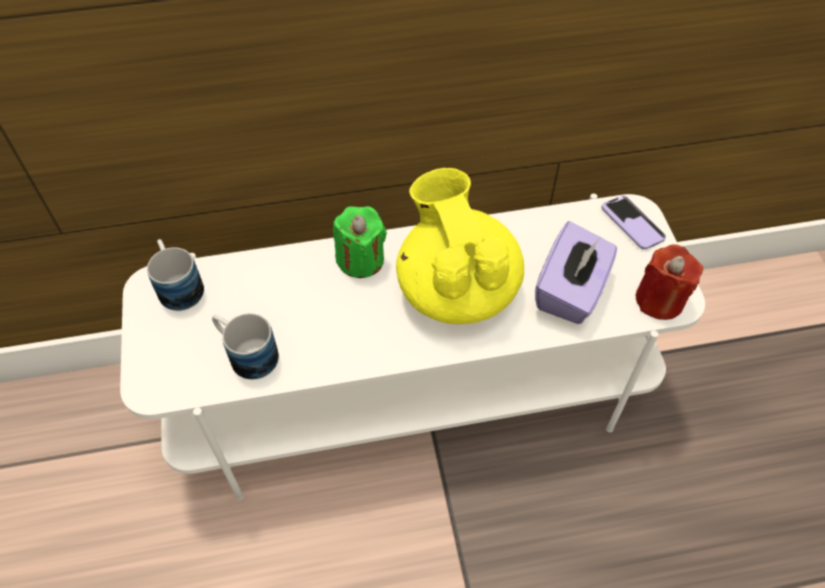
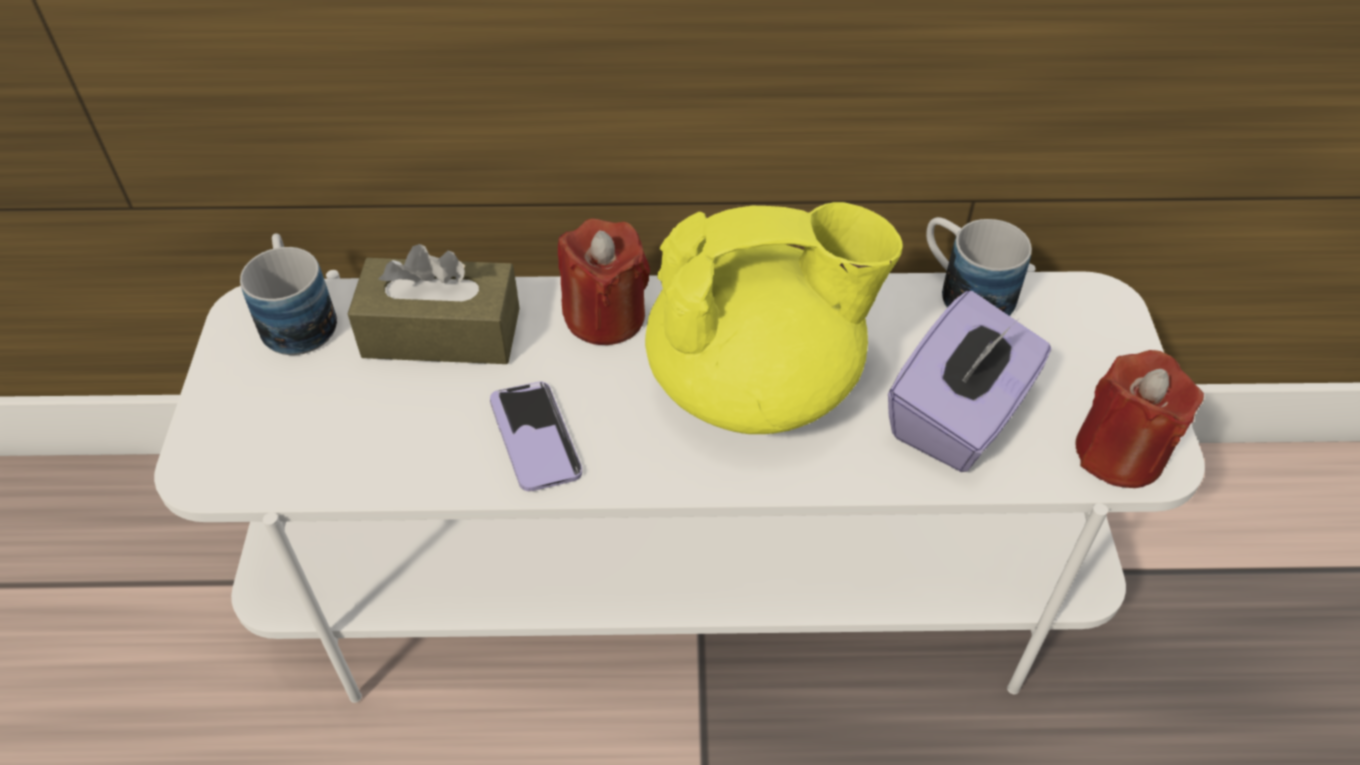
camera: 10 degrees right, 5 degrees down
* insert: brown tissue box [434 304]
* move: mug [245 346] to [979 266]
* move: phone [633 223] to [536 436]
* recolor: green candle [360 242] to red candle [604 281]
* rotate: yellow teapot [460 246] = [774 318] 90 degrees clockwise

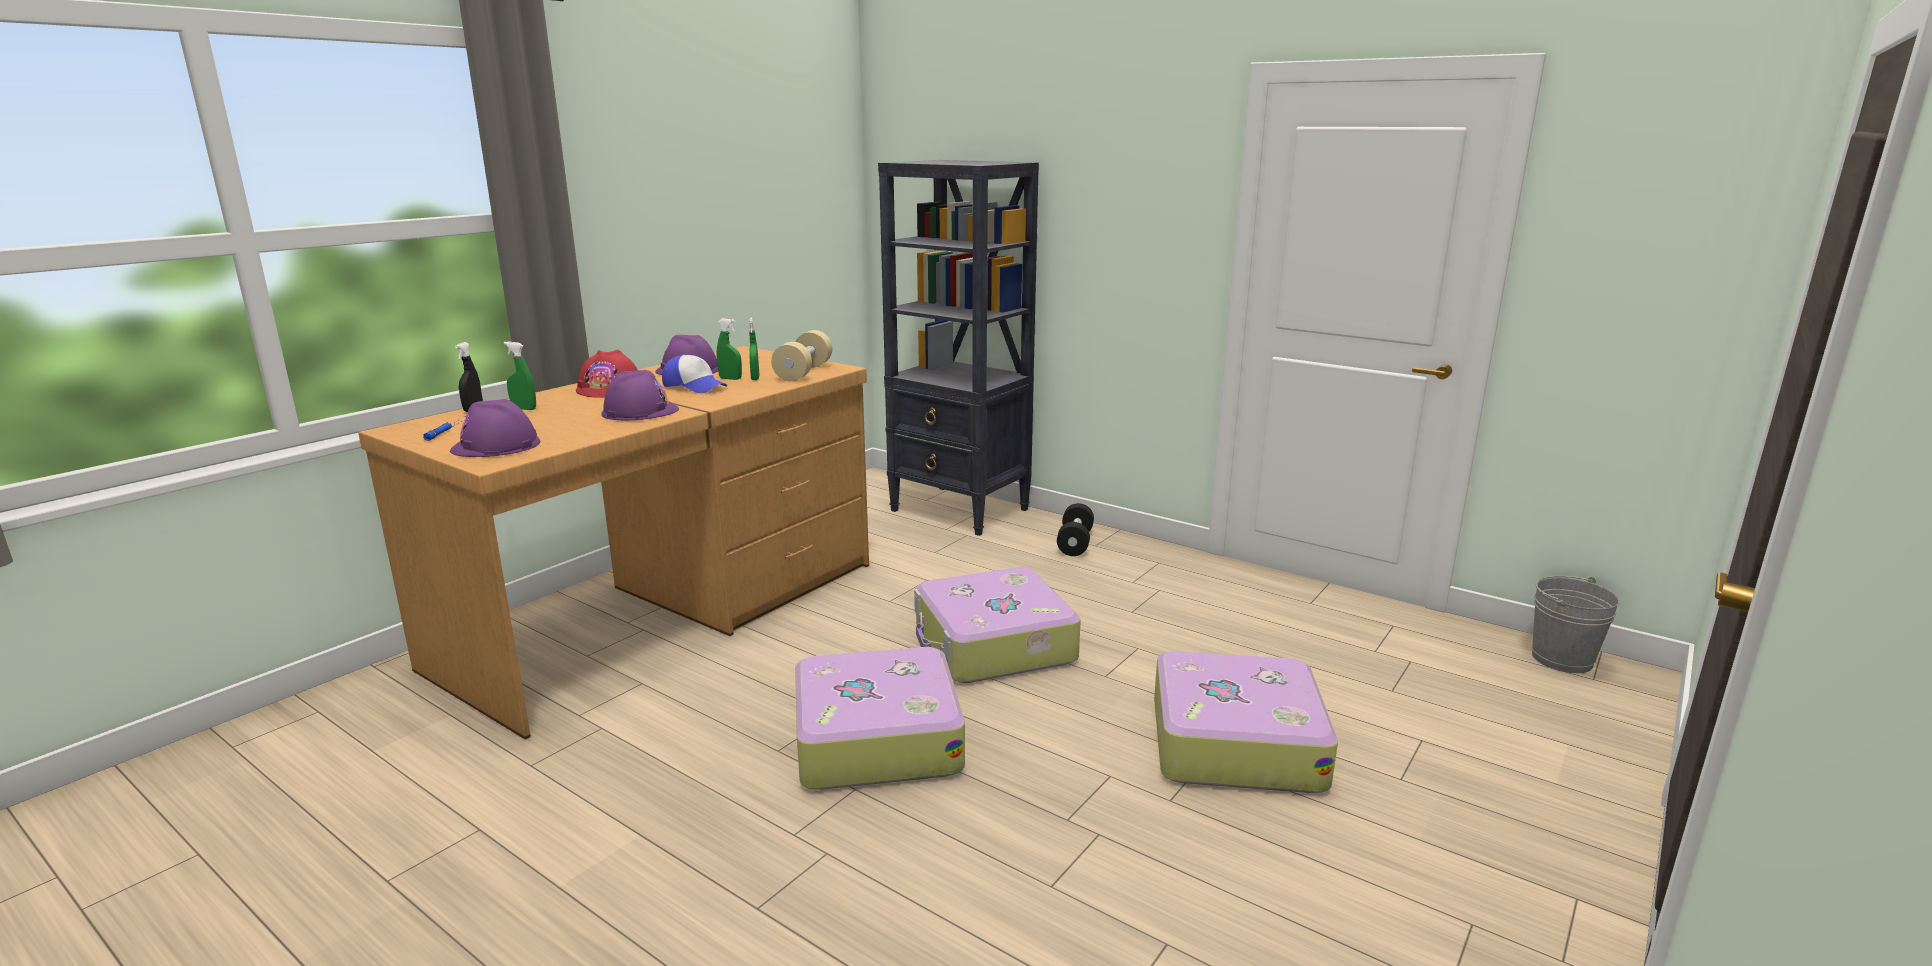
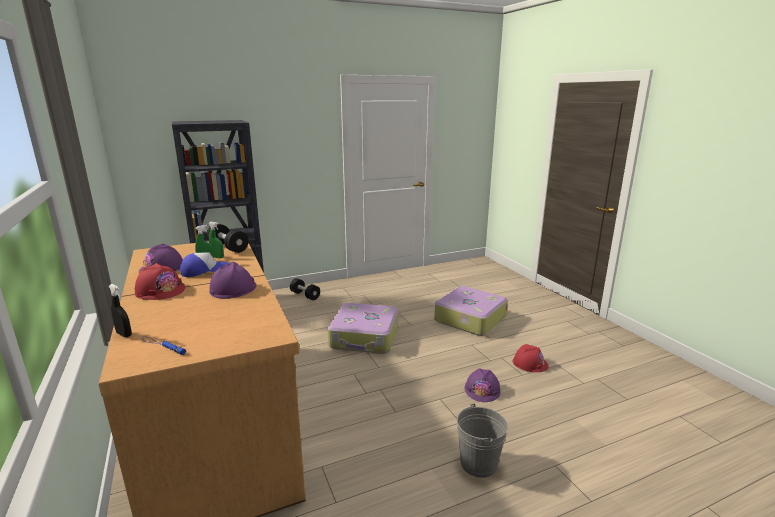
camera: 60 degrees left, 0 degrees up
* delete: green spray bottle [520 376]
* delete: suitcase [880 718]
* insert: red hard hat [530 358]
* move: purple hard hat [495 428] to [483 385]
* move: grey bucket [1576 624] to [482 441]
* recolor: beige dumbbell [801 356] to black dumbbell [227 238]

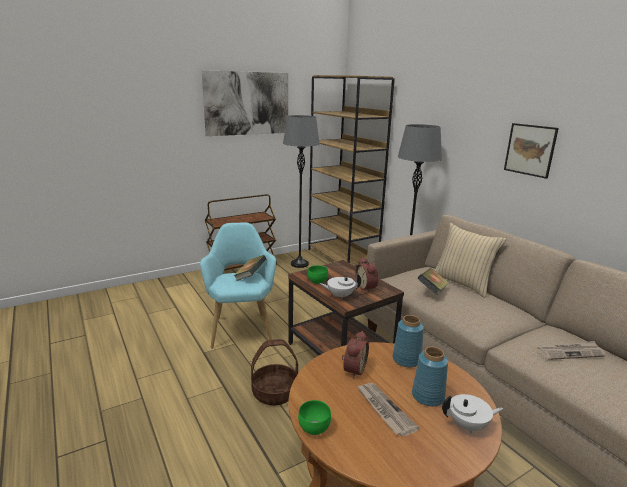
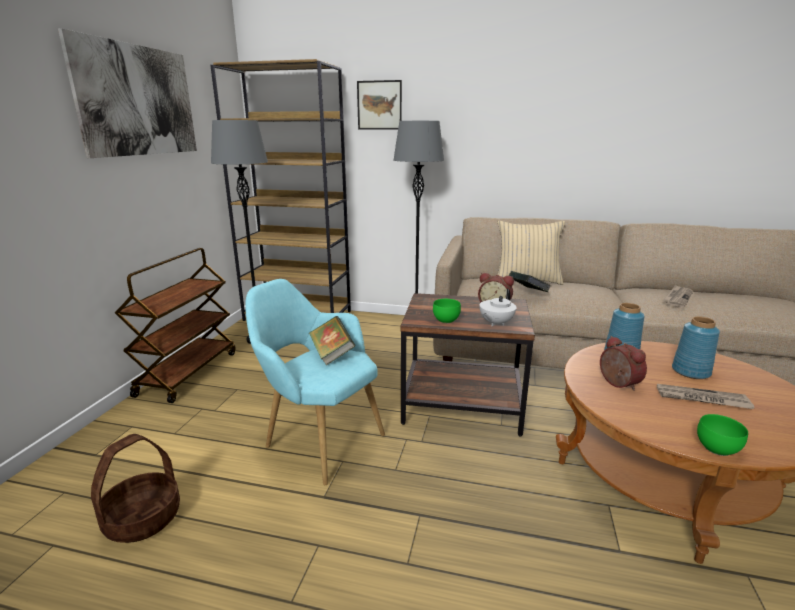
camera: 45 degrees left, 0 degrees up
* delete: white teapot [472 414]
* move: basket [274 372] to [135 488]
* move: picture [531 151] to [379 105]

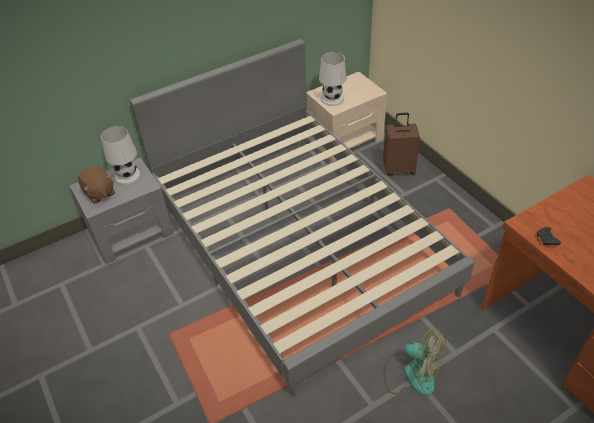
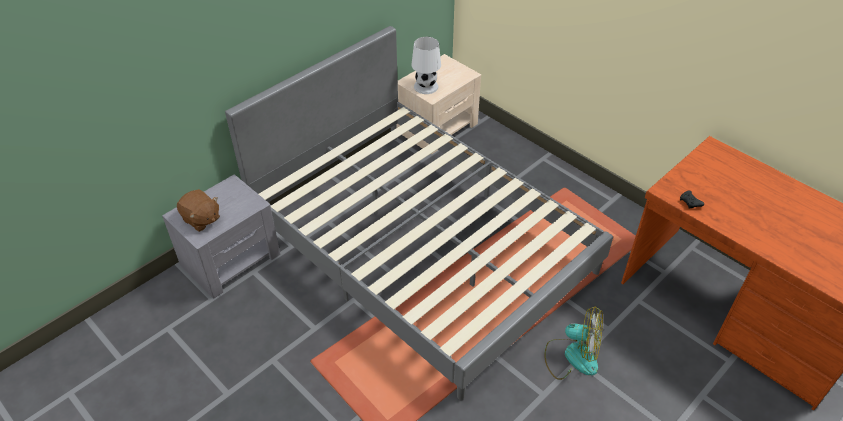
camera: 15 degrees left, 0 degrees up
* delete: white table lamp [121 155]
* delete: brown suitcase [401 144]

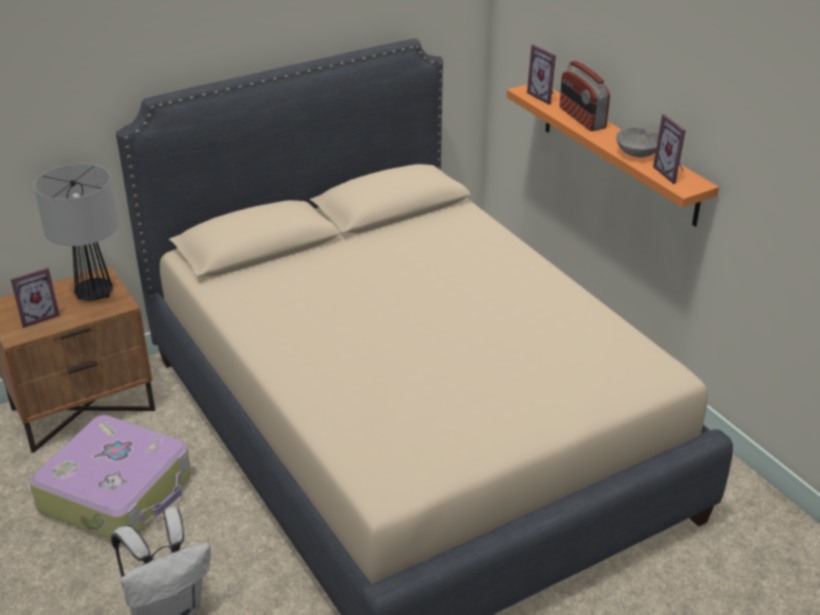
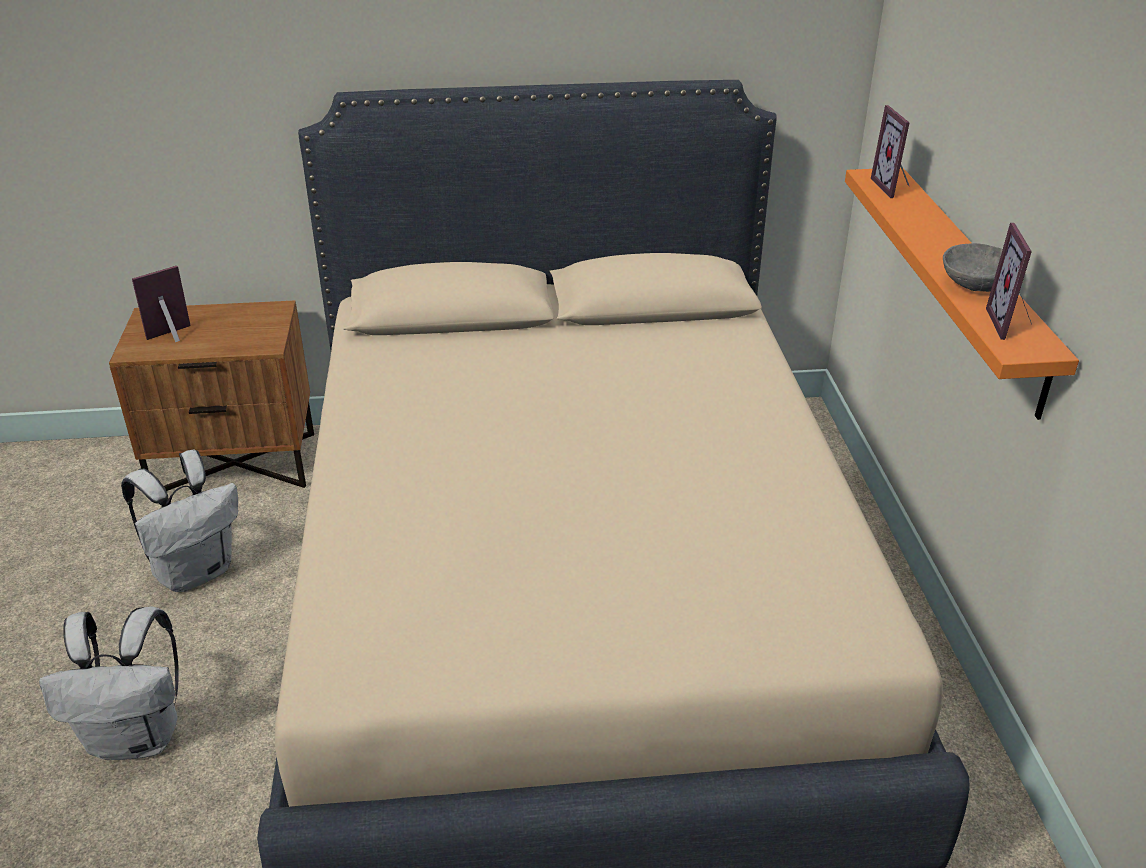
camera: 25 degrees right, 0 degrees up
* delete: table lamp [76 232]
* delete: radio [585 96]
* replace: suitcase [110 479] to white backpack [179 521]
* rotate: picture frame [35 298] = [161 304] 150 degrees clockwise

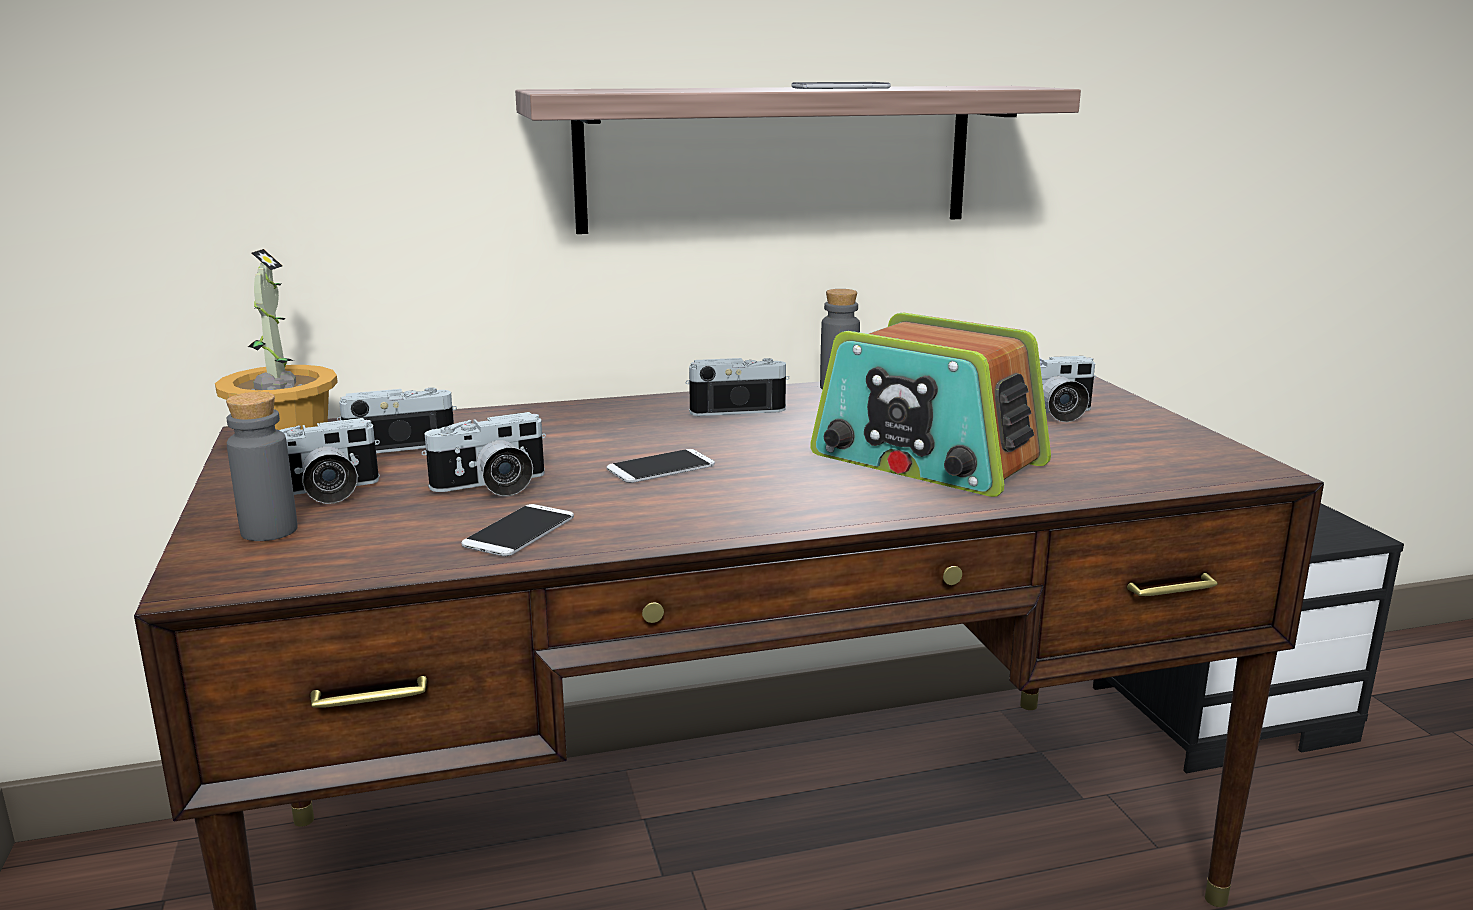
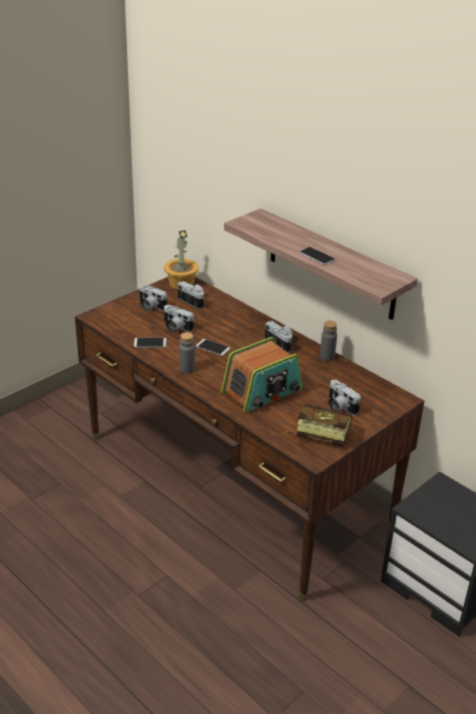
camera: 60 degrees right, 15 degrees up
* insert: book [319 425]
* move: grey bottle [262 466] to [187 352]
* rotate: radio [930 405] = [262 375] 135 degrees counterclockwise

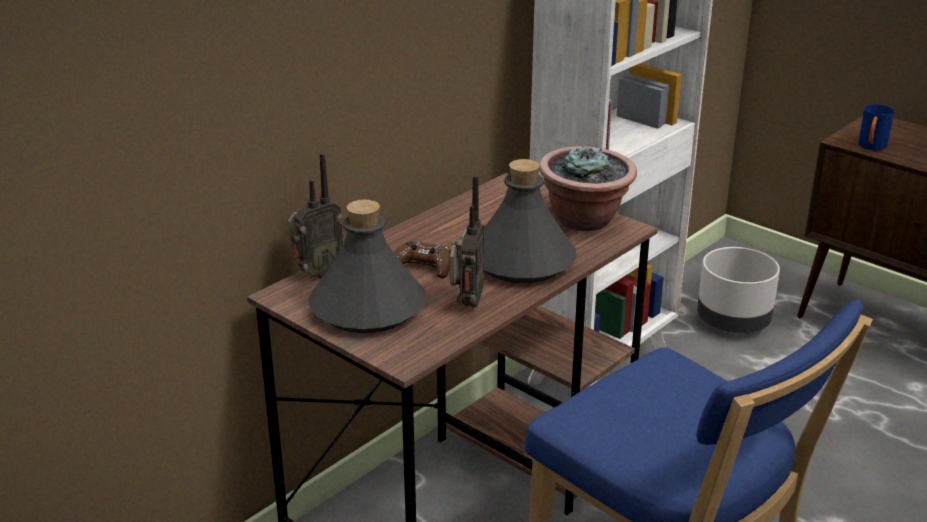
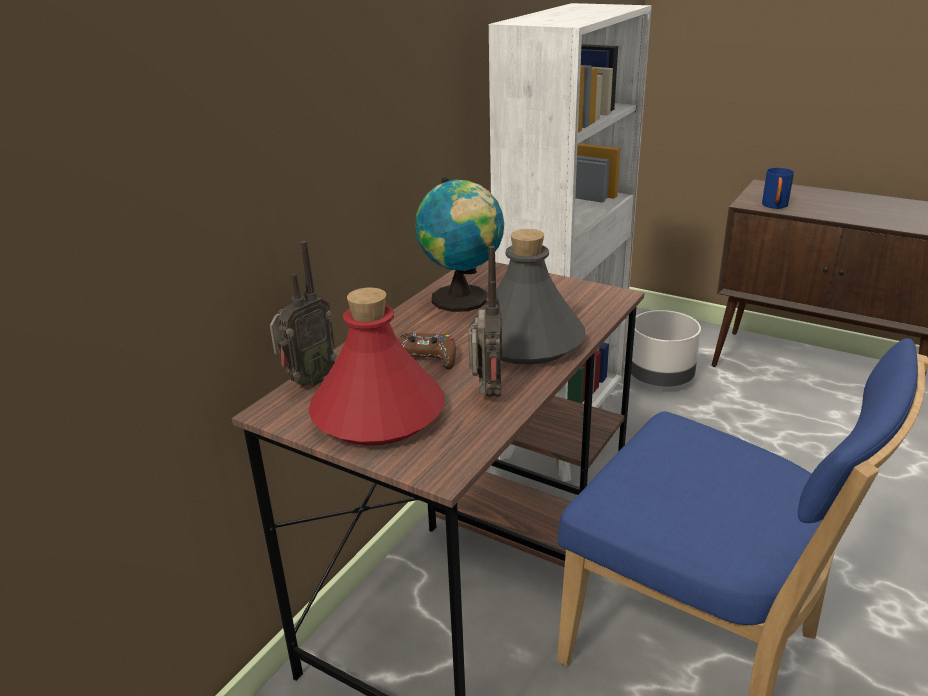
camera: 10 degrees left, 0 degrees up
* delete: potted plant [588 188]
* insert: globe [459 244]
* recolor: grey bottle [367 266] to red bottle [376 366]

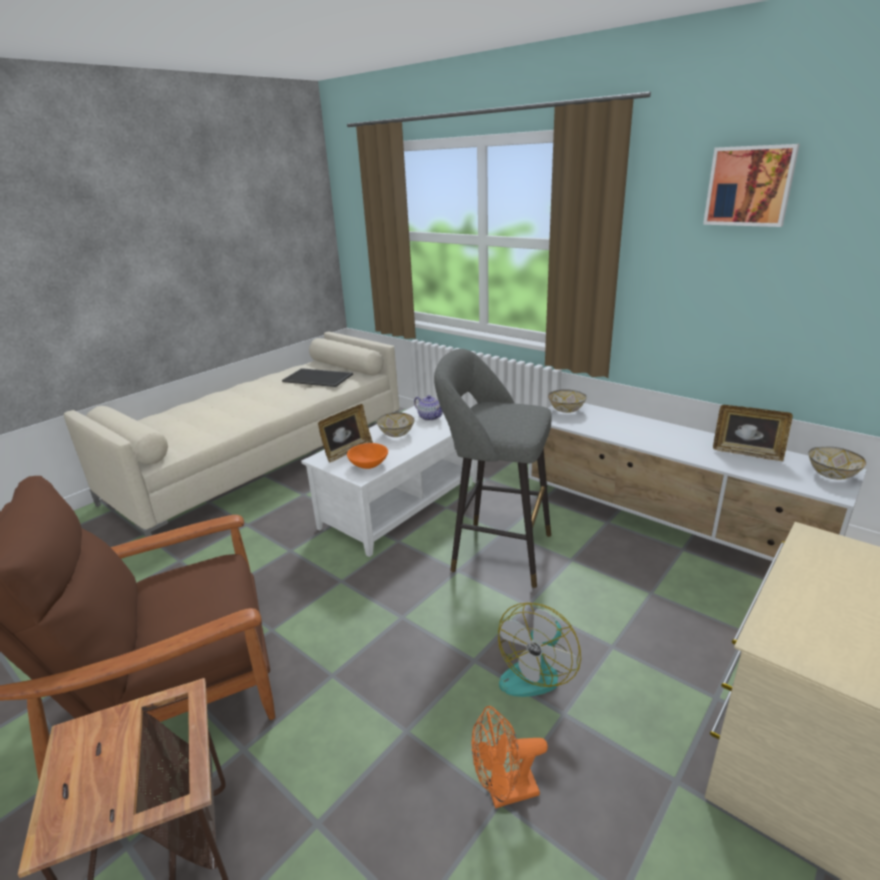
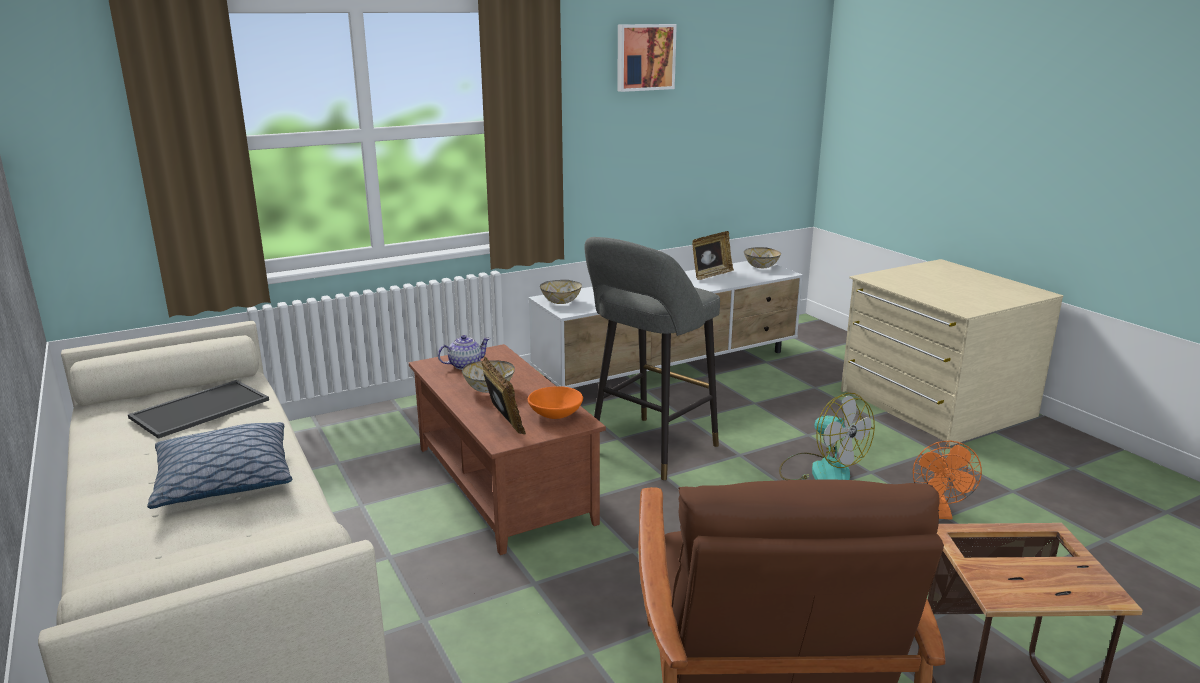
camera: 70 degrees left, 5 degrees down
* insert: pillow [219 465]
* recolor: white coffee table [389 480] to brown coffee table [507 449]

